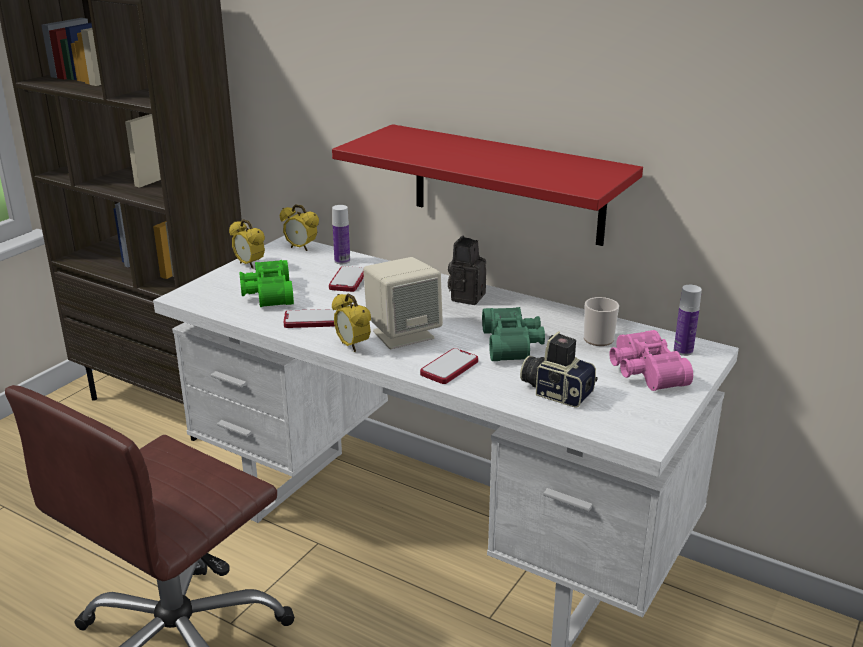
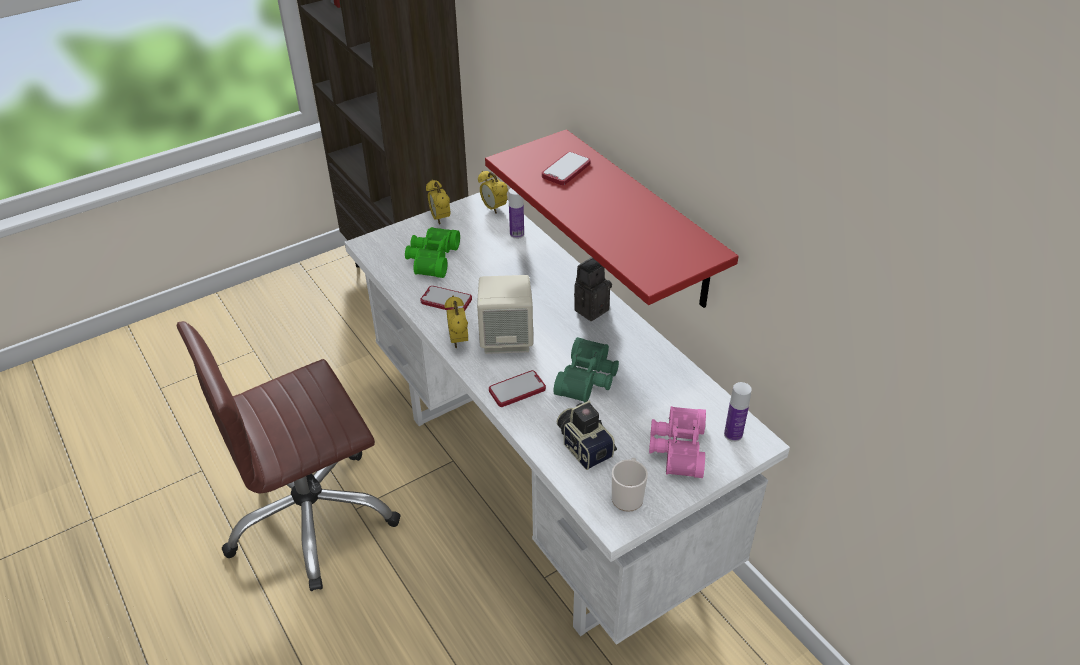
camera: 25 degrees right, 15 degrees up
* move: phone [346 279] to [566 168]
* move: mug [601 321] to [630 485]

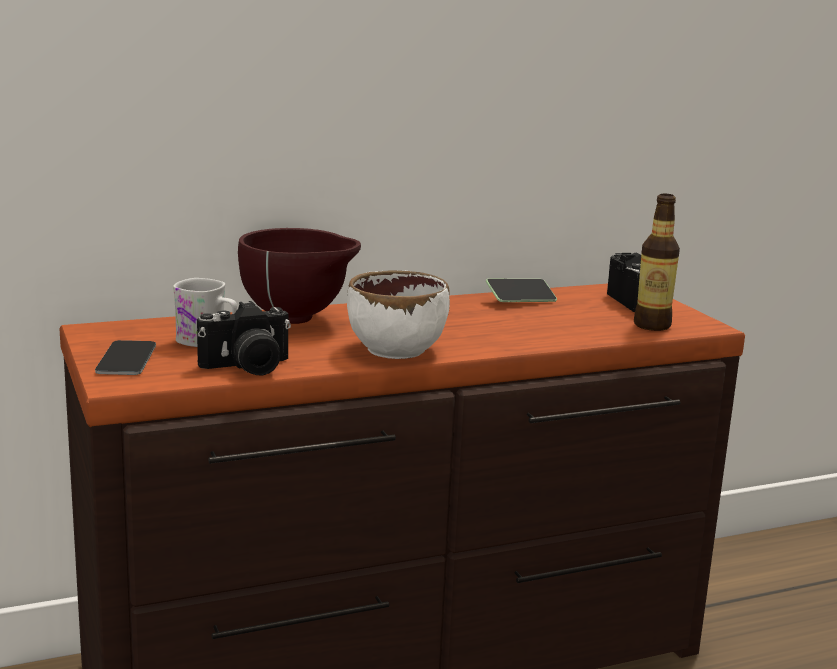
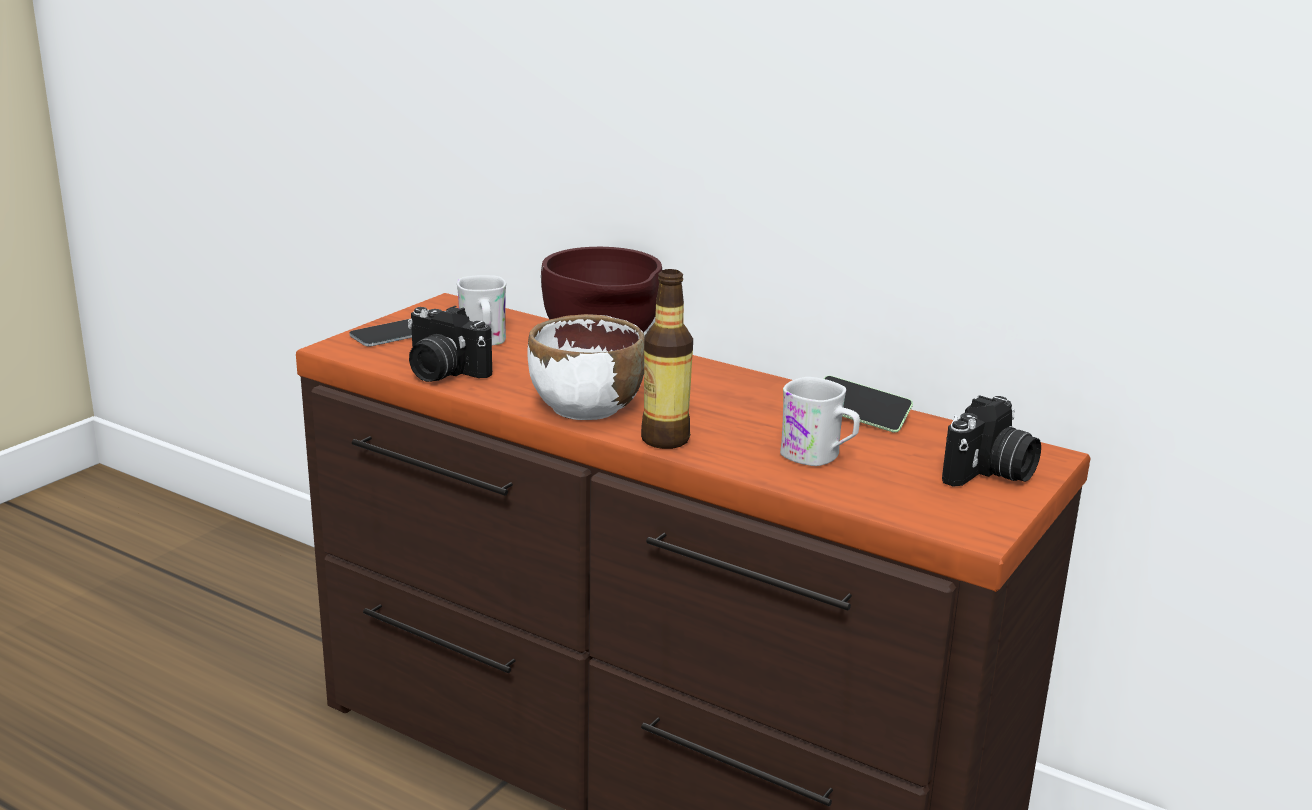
camera: 55 degrees right, 5 degrees up
* insert: white mug [820 421]
* move: bottle [657 262] to [667 359]

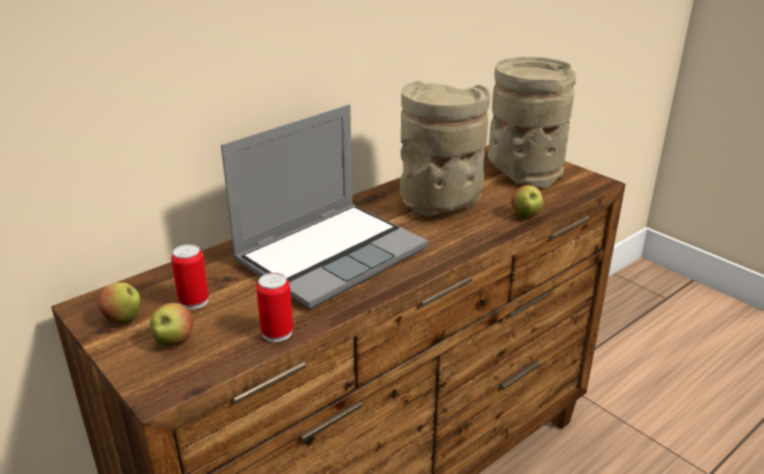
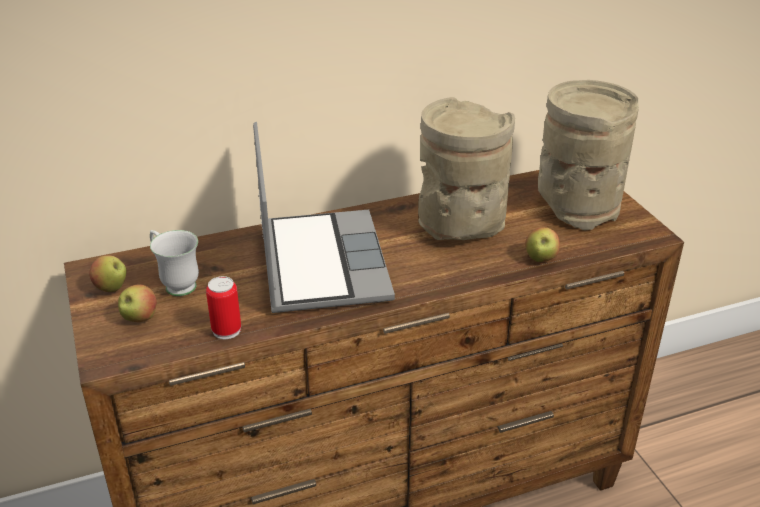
camera: 20 degrees right, 5 degrees up
* replace: can [190 276] to white mug [174 263]
* rotate: laptop [324 206] = [324 217] 75 degrees counterclockwise

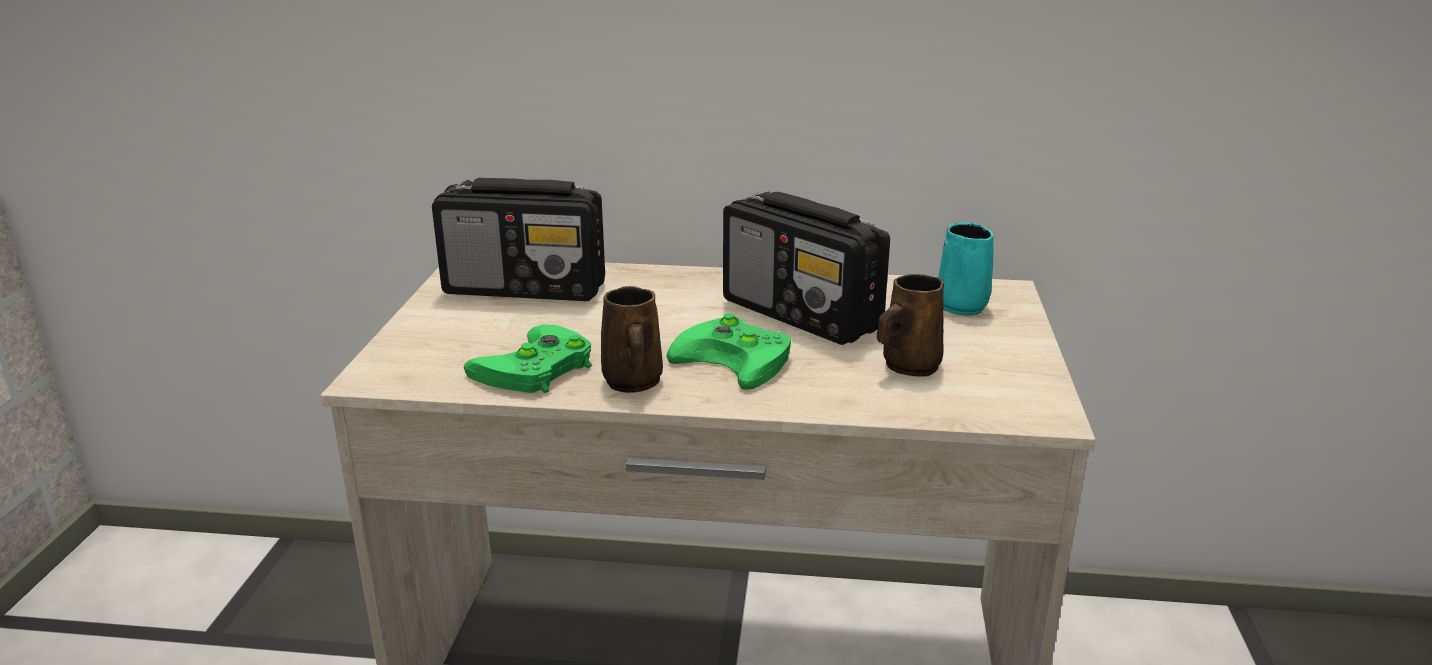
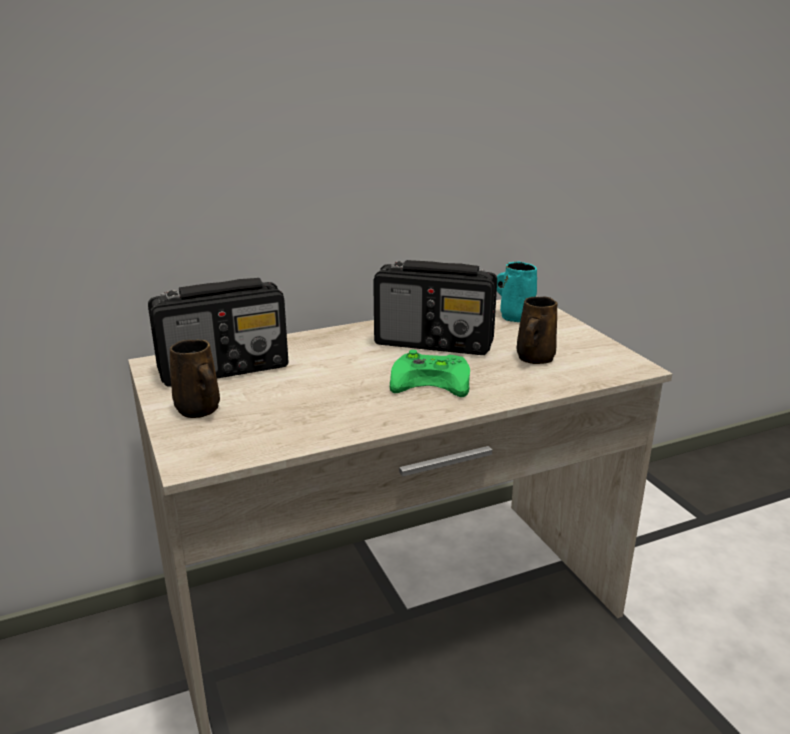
camera: 30 degrees left, 0 degrees up
* delete: green game controller [528 358]
* move: brown mug [632 339] to [195 378]

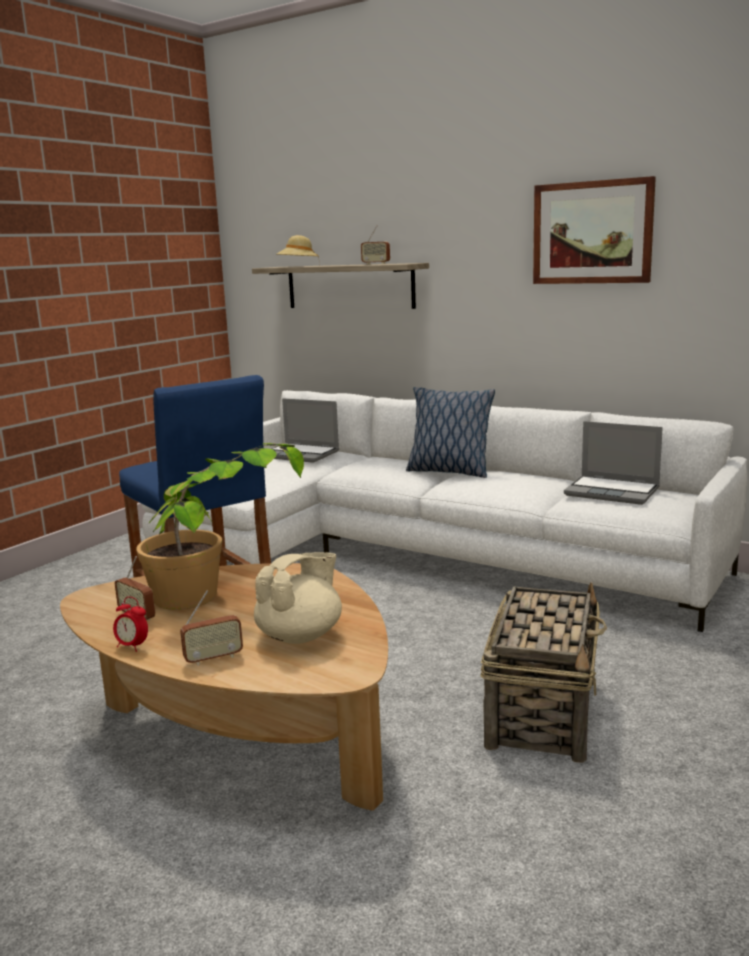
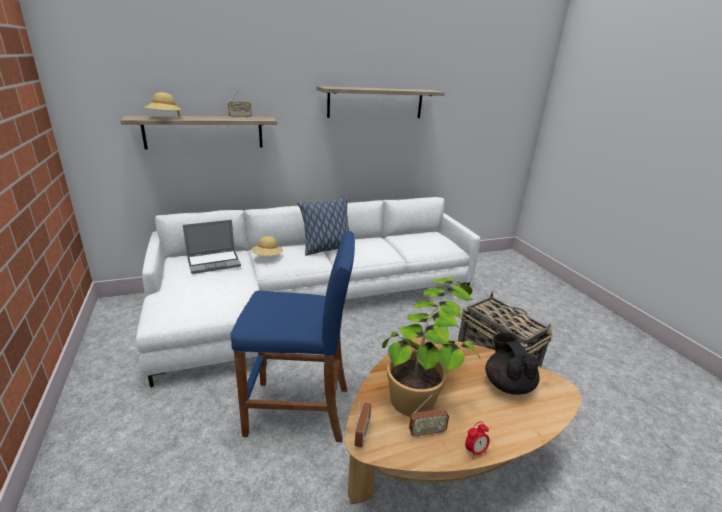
camera: 55 degrees left, 10 degrees up
* delete: laptop [613 463]
* insert: beige hat [267 246]
* move: radio [211 628] to [362 423]
* replace: picture [594 230] to shelf [381 102]
* recolor: beige teapot [298 598] to black teapot [512 364]

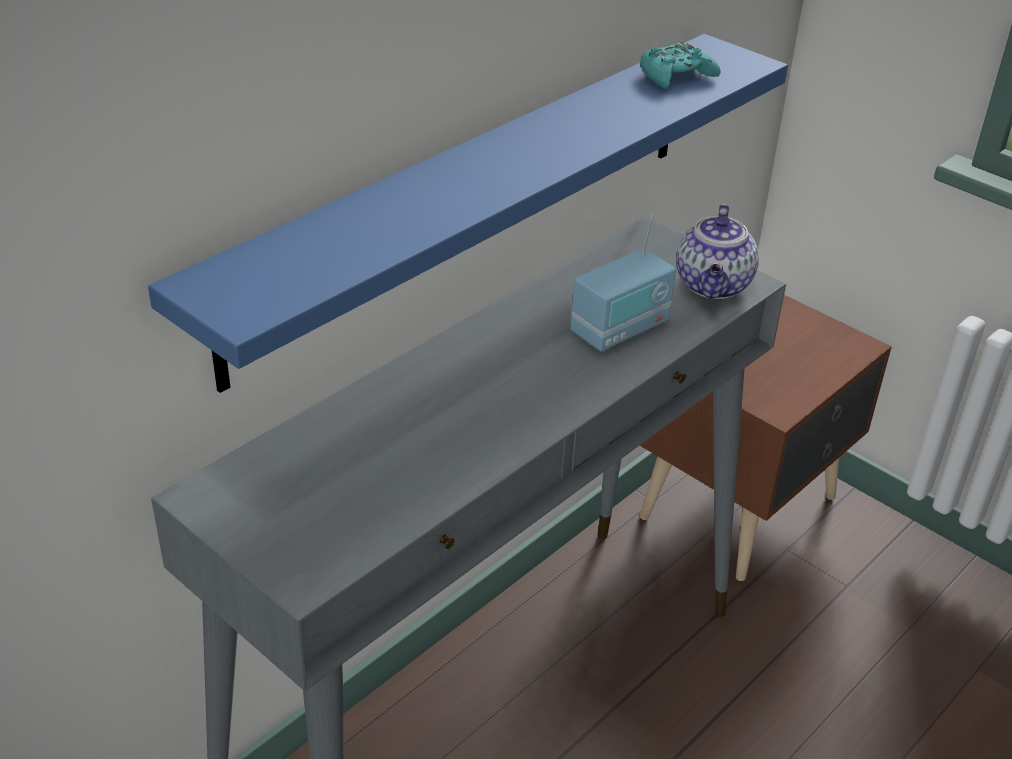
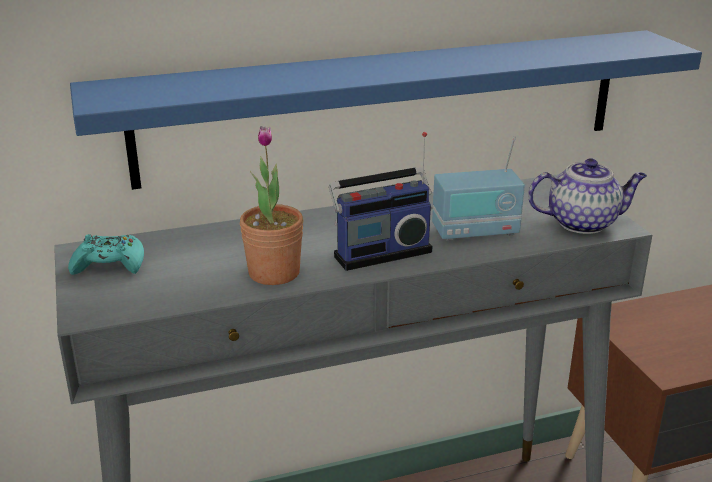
camera: 30 degrees right, 10 degrees down
* insert: potted plant [271 205]
* insert: radio [380 201]
* move: turquoise game controller [680 65] to [106 254]
* rotate: teapot [717 251] = [587 196] 135 degrees counterclockwise

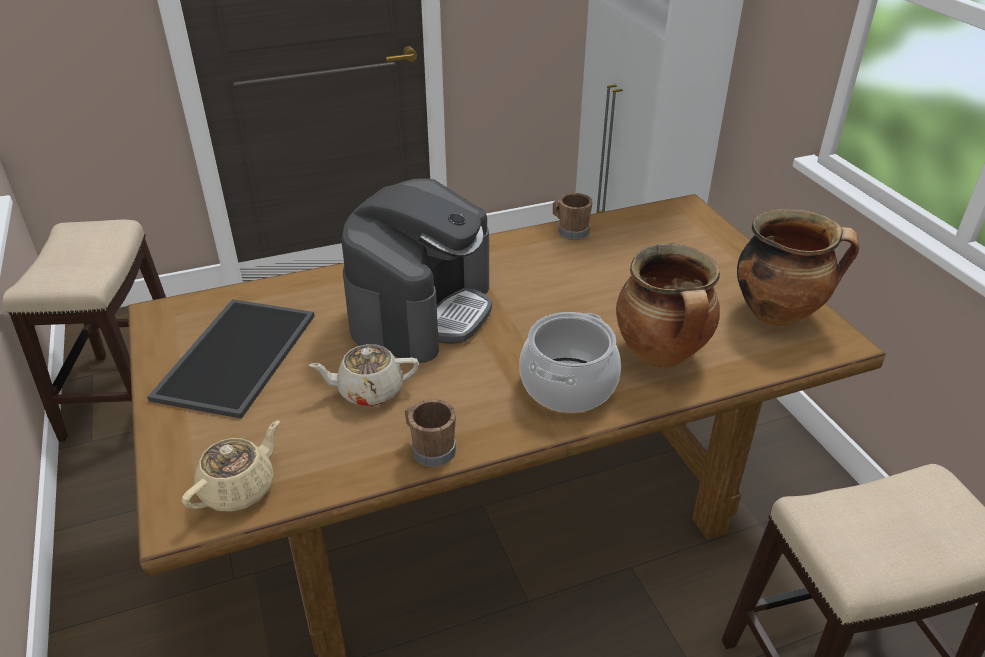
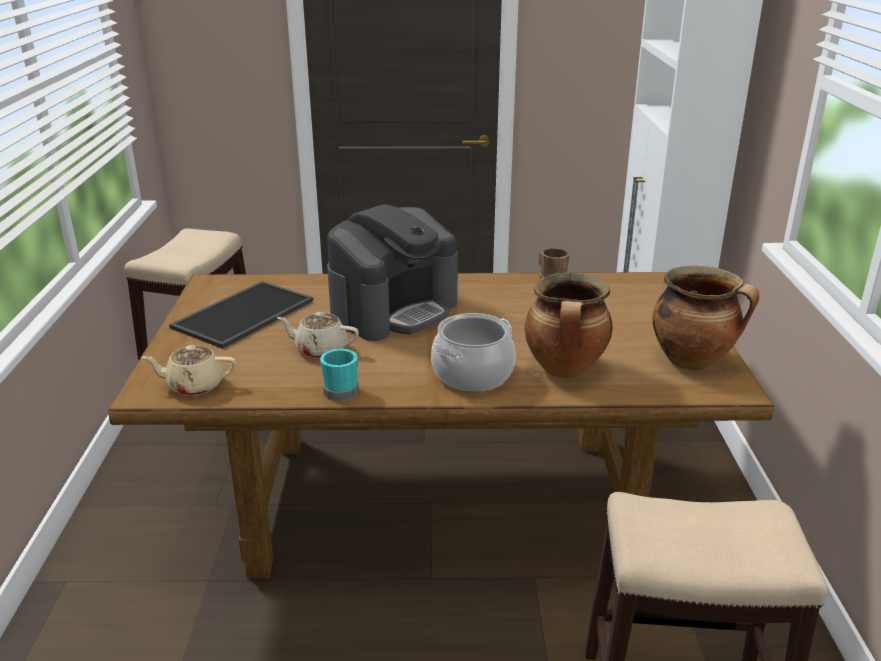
camera: 20 degrees right, 10 degrees down
* recolor: brown mug [430 433] to turquoise mug [339 375]
* rotate: beige teapot [231 466] = [189 370] 150 degrees counterclockwise

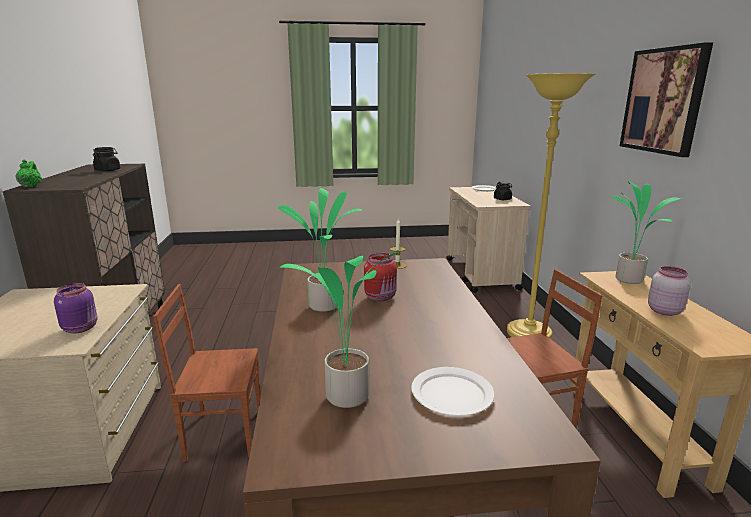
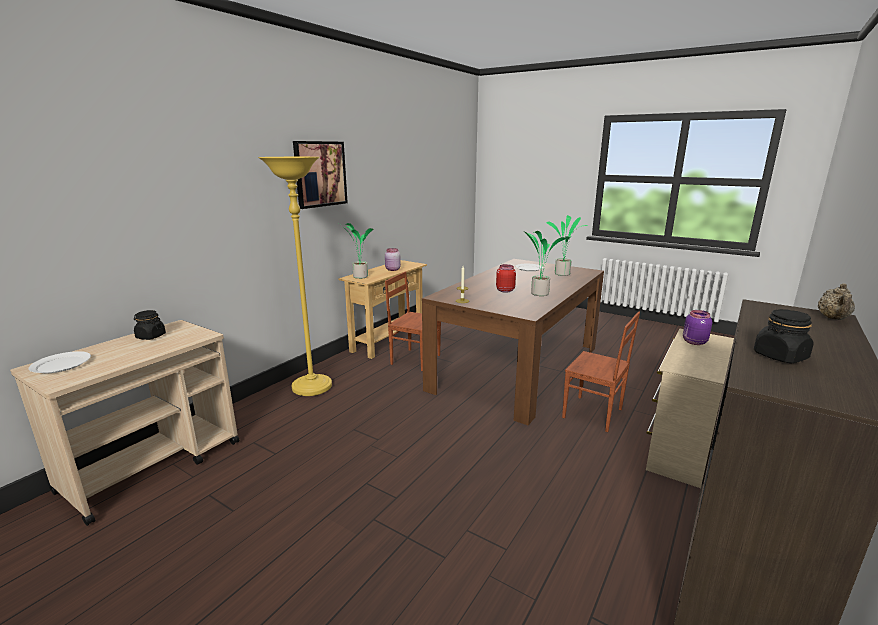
camera: 140 degrees left, 0 degrees up
* recolor: green teapot [28 173] to beige teapot [836 301]

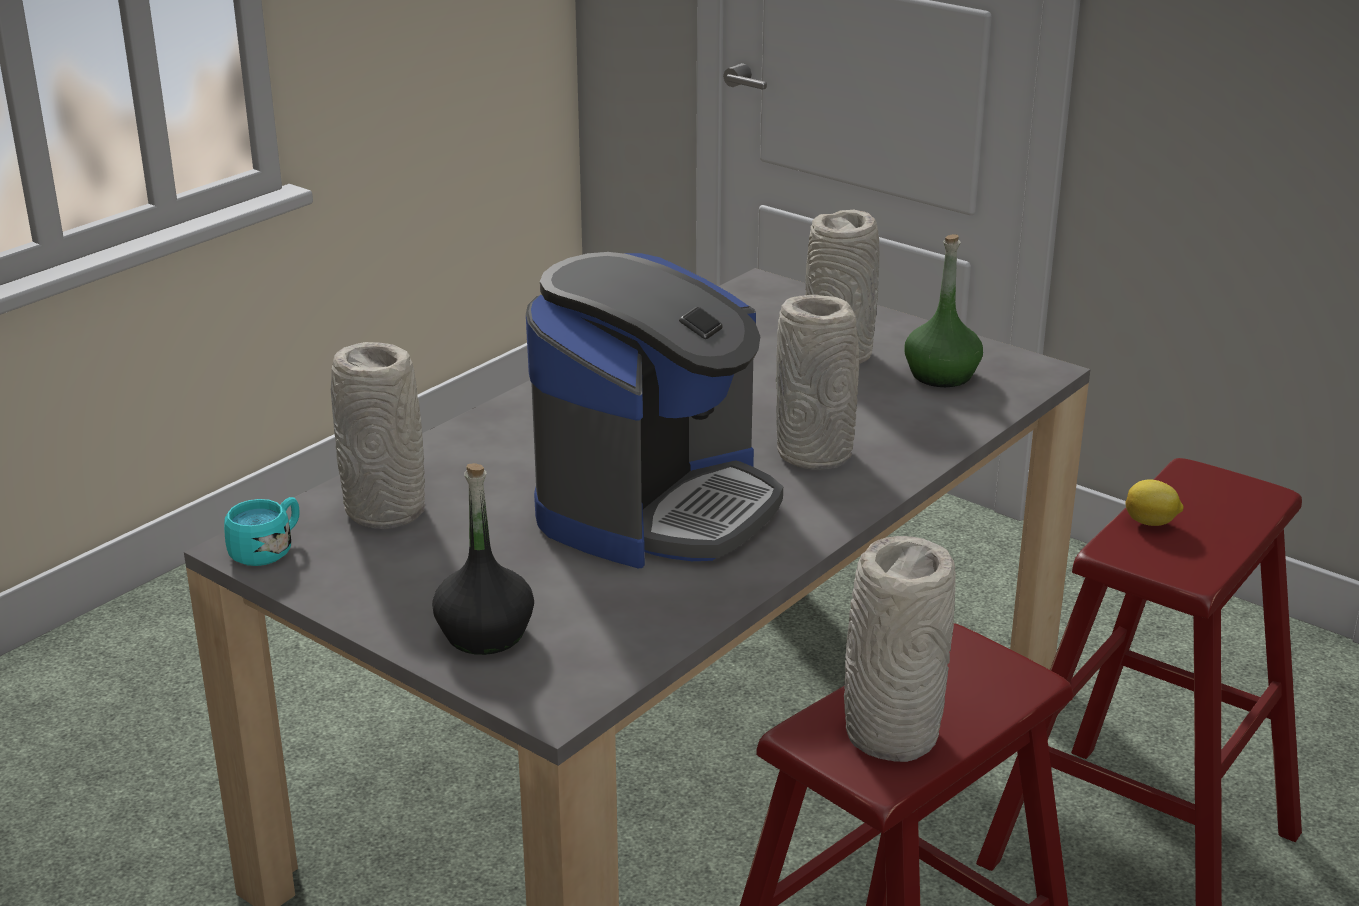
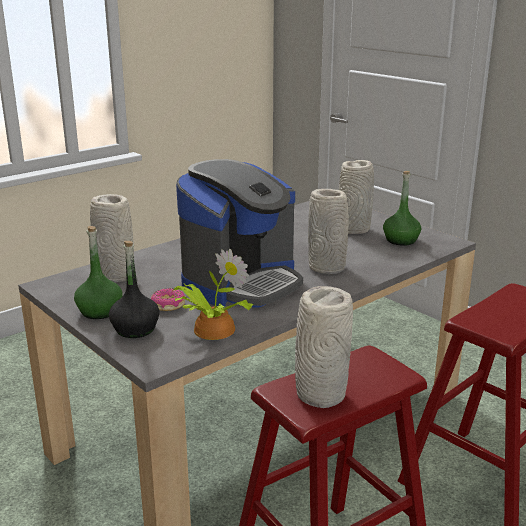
camera: 10 degrees right, 5 degrees down
* delete: turquoise mug [261 531]
* delete: lemon [1154 502]
* insert: green bottle [98 272]
* insert: donut [168 299]
* insert: potted plant [213 294]

